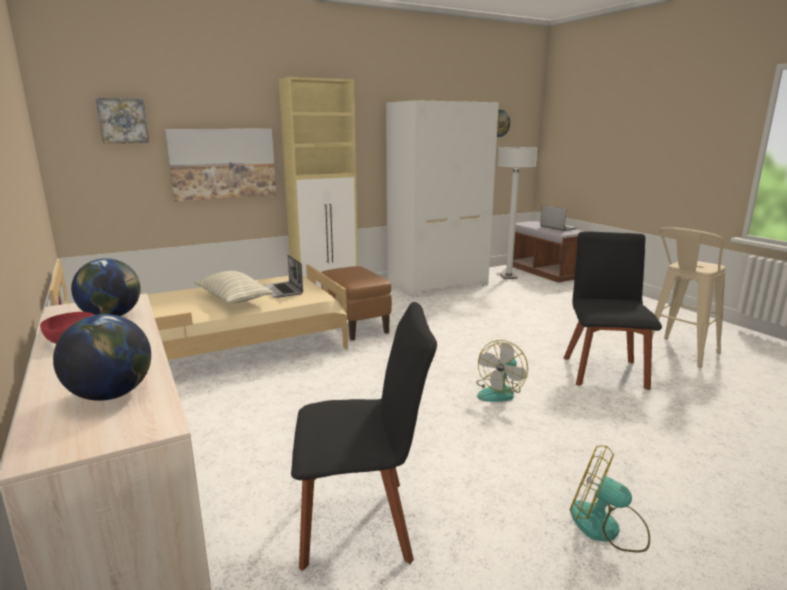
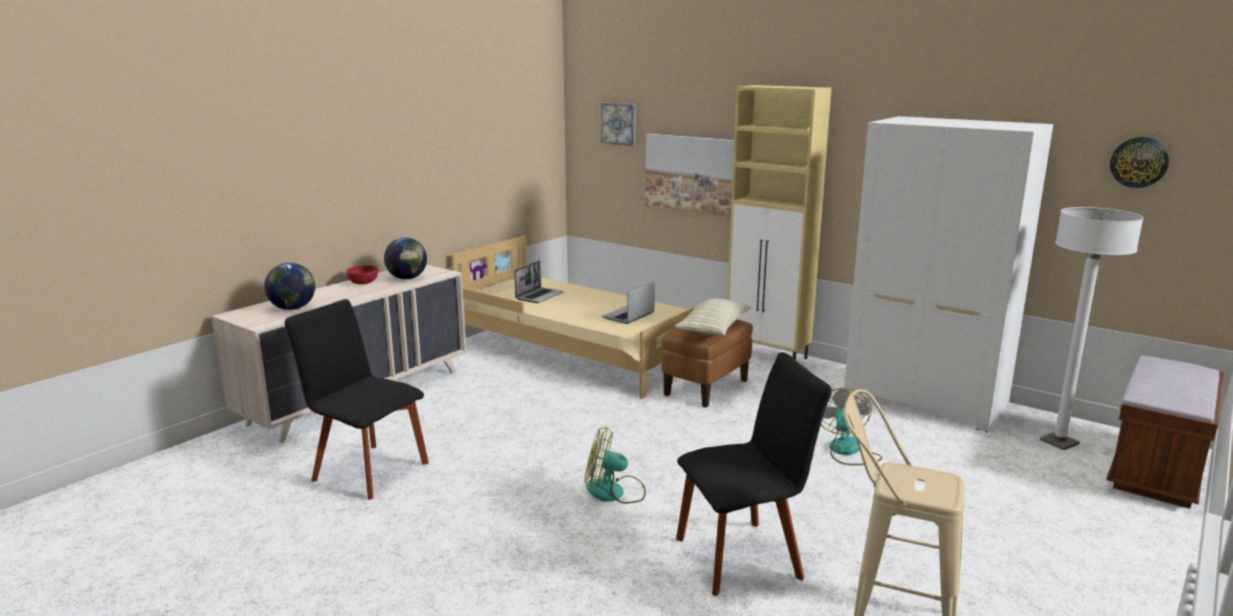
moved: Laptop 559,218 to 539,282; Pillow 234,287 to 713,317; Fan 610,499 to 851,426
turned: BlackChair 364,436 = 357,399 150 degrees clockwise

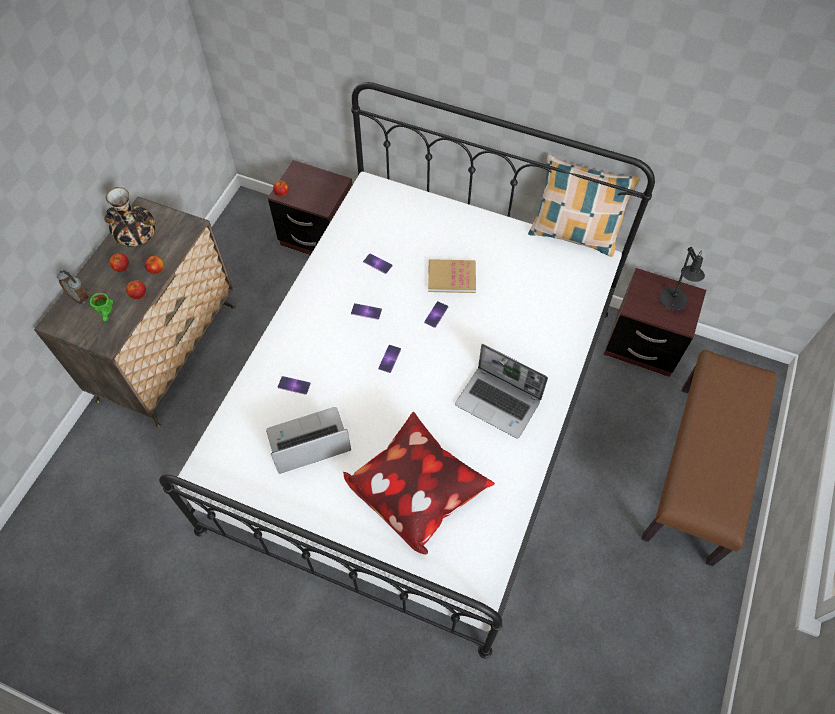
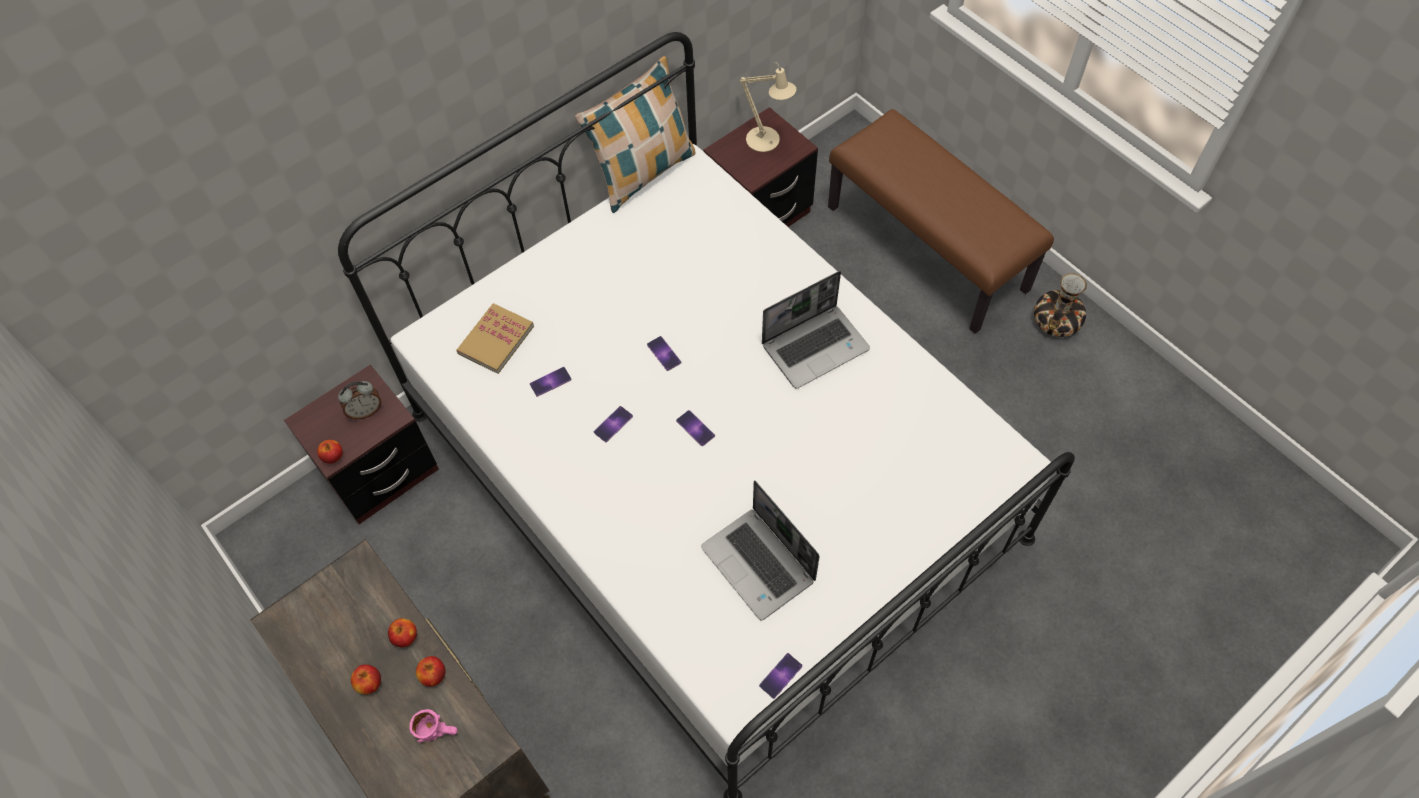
removed: Pillow 419,483
moved: Vase 130,217 to 1060,305; Book 452,276 to 495,338; AlarmClock 72,287 to 360,400; Phone 294,385 to 780,676
recoloured: BlackTableLamp 682,278 to BeigeTableLamp 768,107; GreenMug 101,307 to PinkMug 433,726
turned: Laptop 308,440 = 760,550 45 degrees counterclockwise

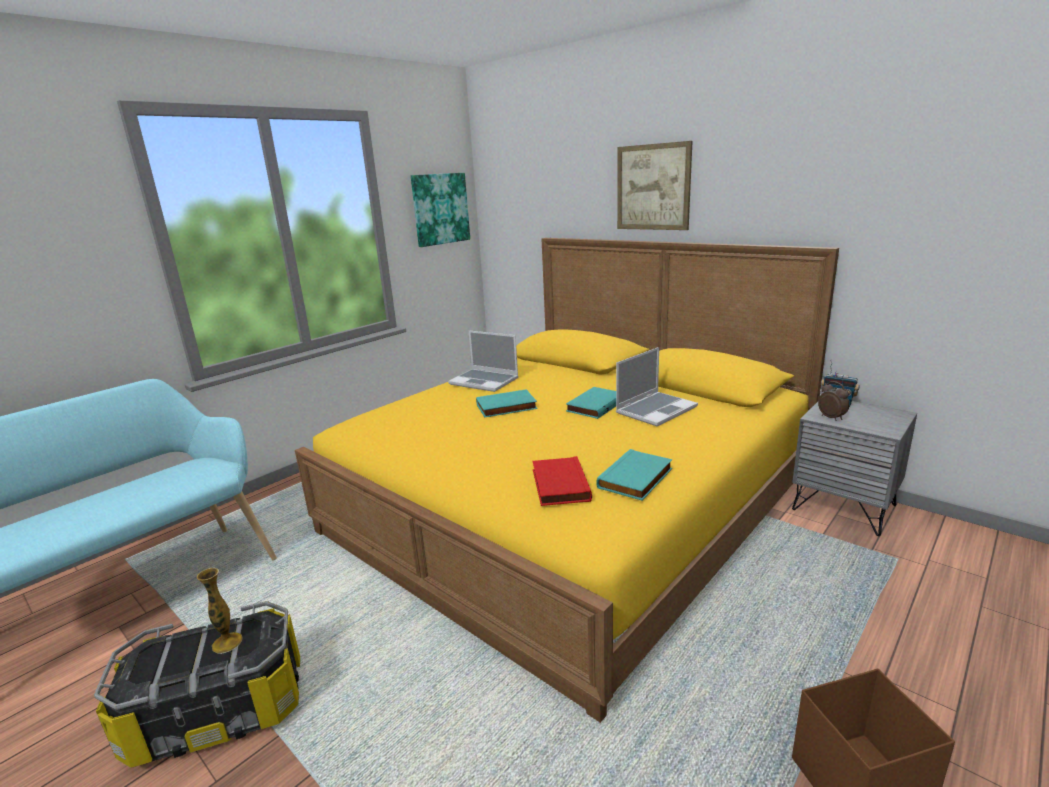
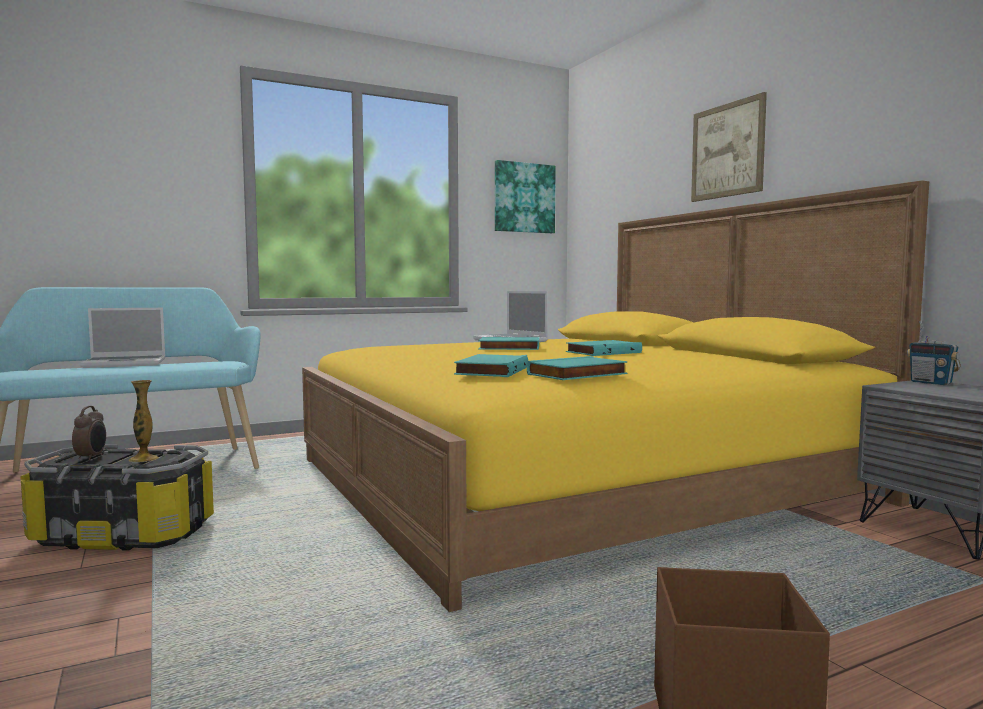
moved: Laptop 657,386 to 123,338; AlarmClock 833,401 to 89,433
recoloured: RedBook 562,481 to TurquoiseBook 491,365

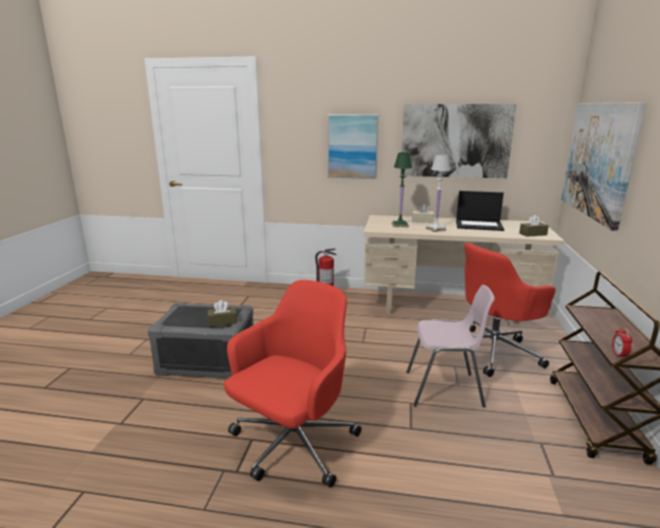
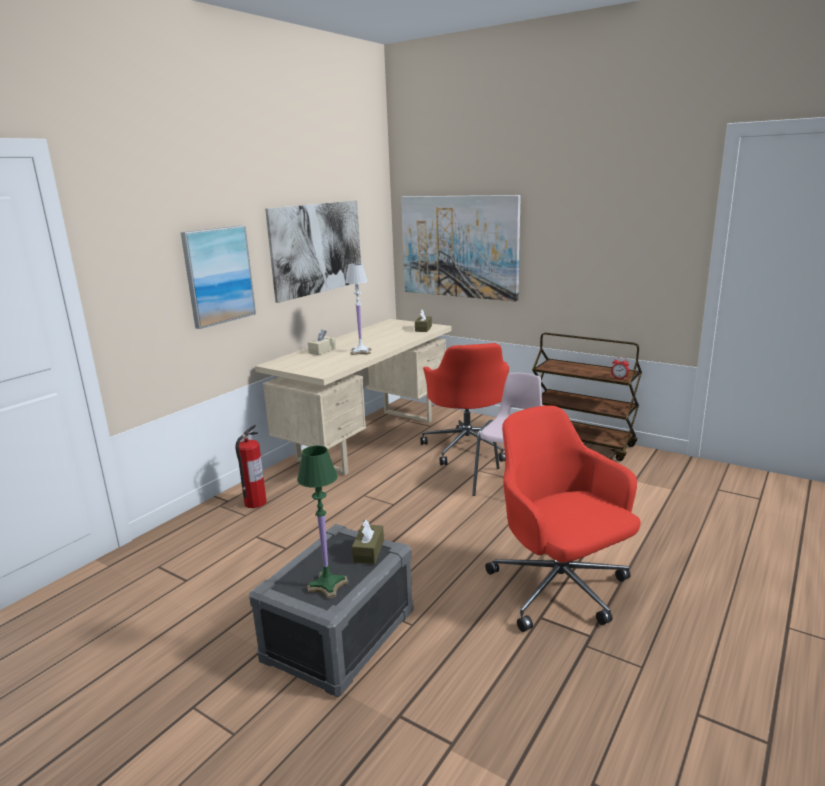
removed: Laptop 480,211
moved: GreenTableLamp 402,190 to 322,522

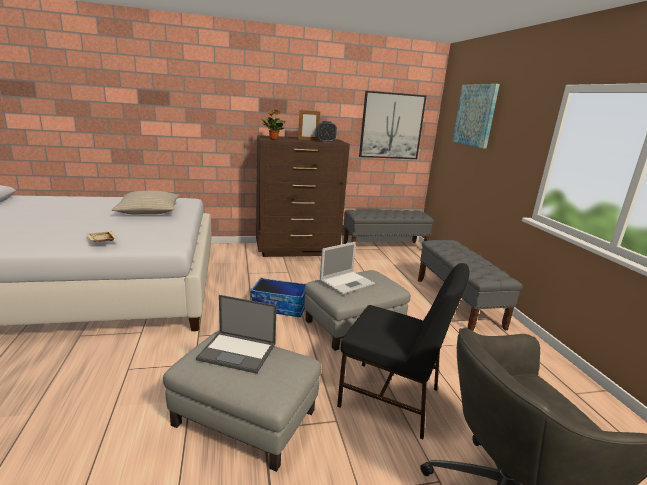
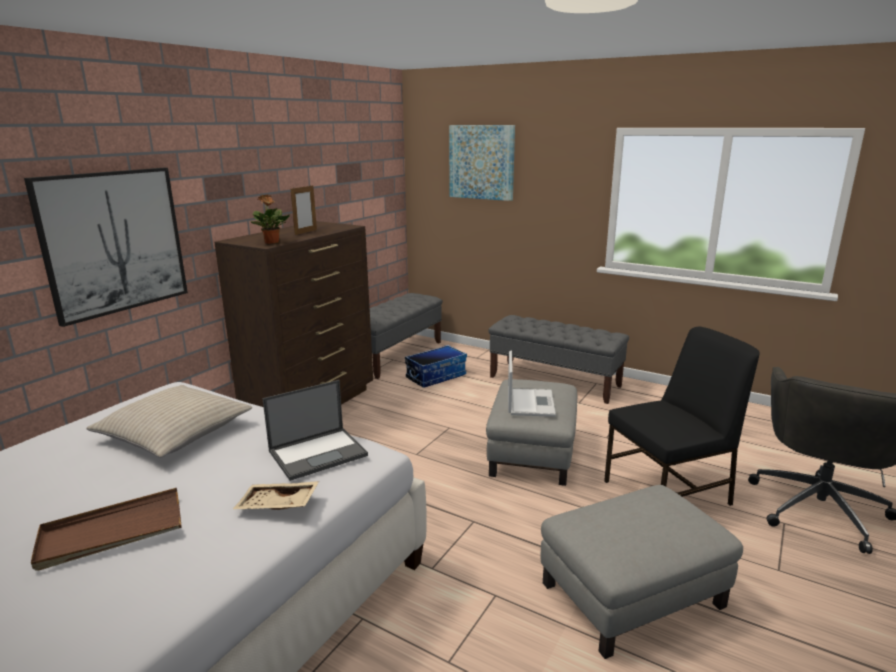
removed: AlarmClock 326,132
added: BrownTray 106,529
moved: Picture 392,125 to 106,247; StorageBox 278,297 to 436,366; Laptop 236,334 to 315,430

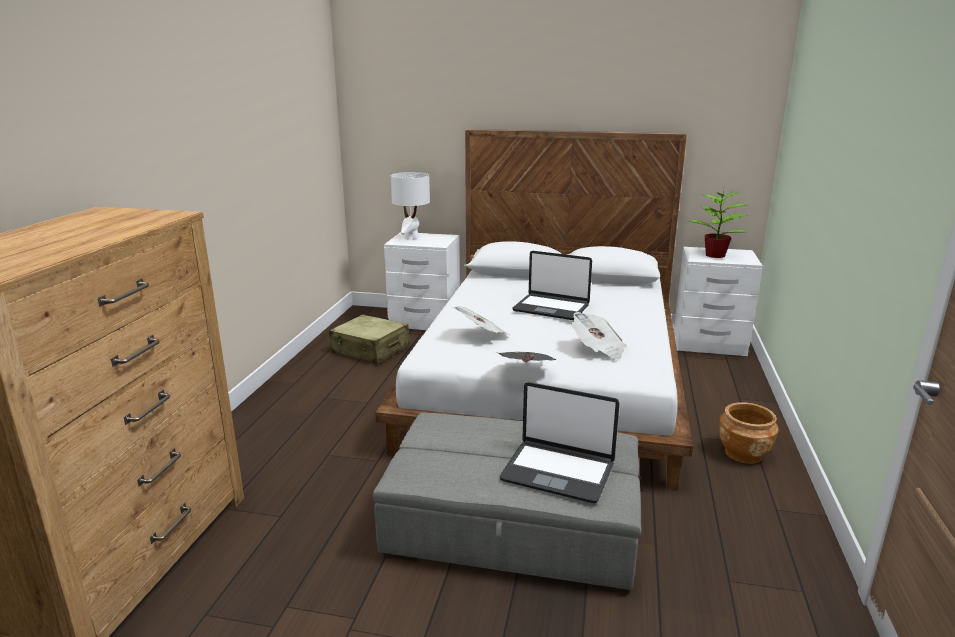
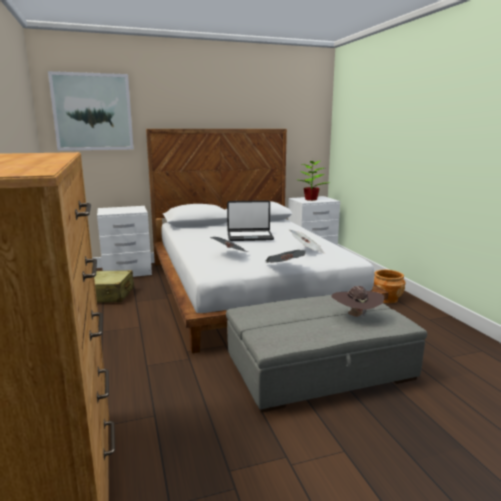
removed: WhiteTableLamp 410,205
added: Picture 91,111
replaced: Laptop 559,442 to BrownHat 358,302

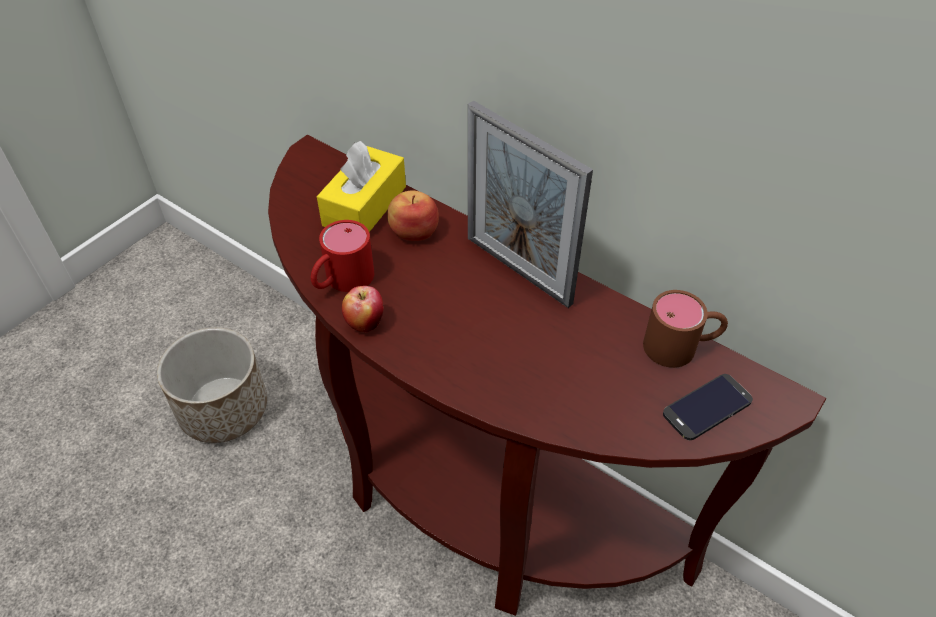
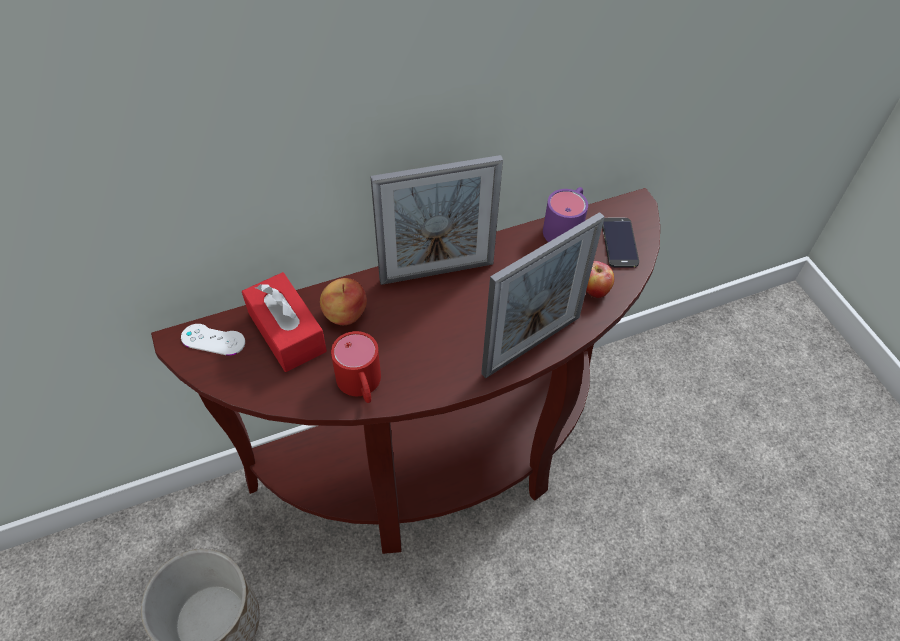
added: PictureFrame 543,295; WhiteGameController 213,340
moved: Apple 362,309 to 600,279
recoloured: YellowTissueBox 361,186 to RedTissueBox 284,322; BrownMug 685,329 to PurpleMug 565,214

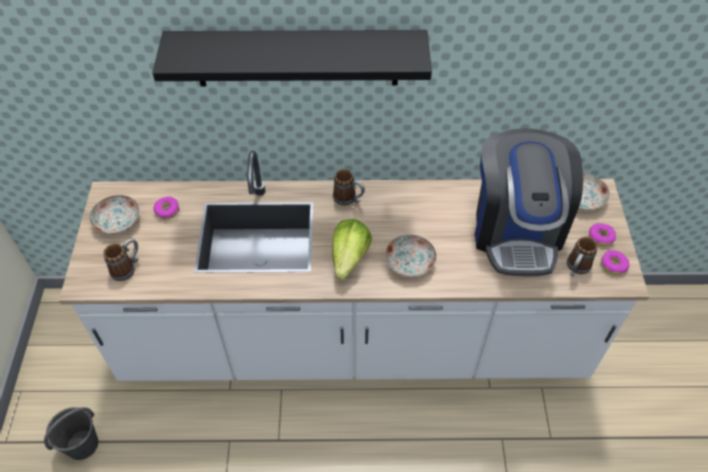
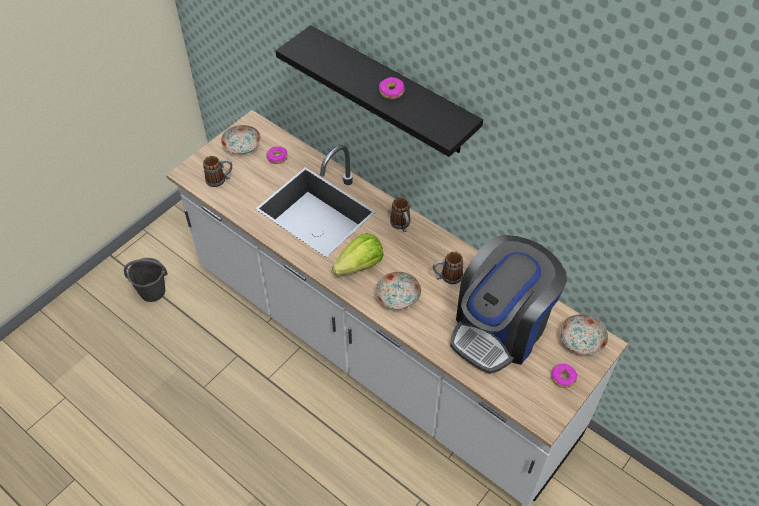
moved: Mug 582,256 to 448,267; Donut 615,262 to 392,88

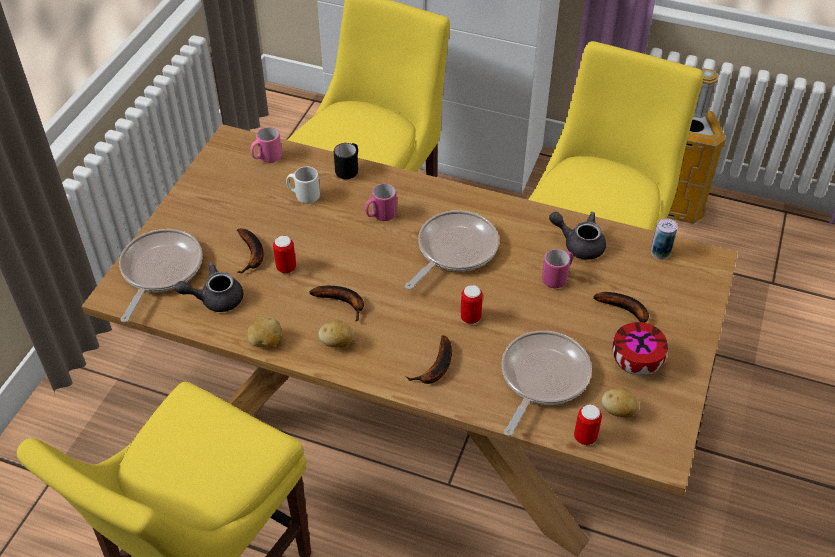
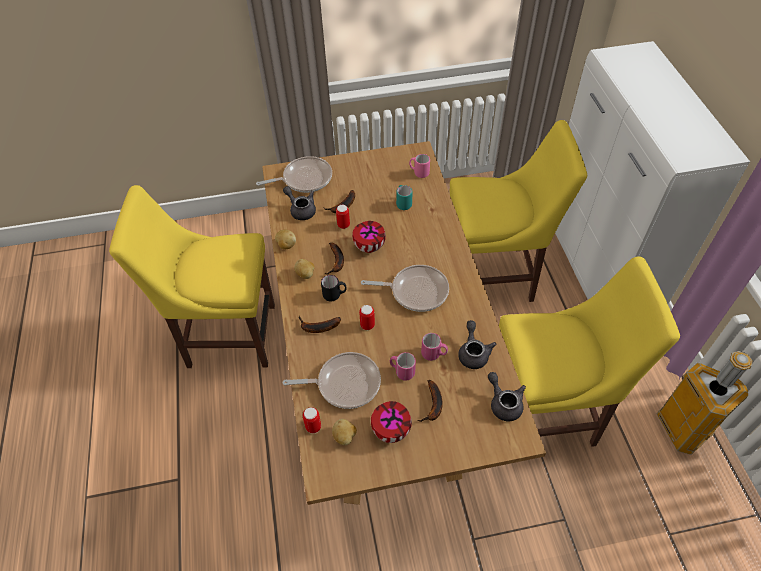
added: Bowl 369,237
moved: BlackMug 346,161 to 334,288; PinkMug 381,202 to 403,366
replaced: Can 664,238 to GreyTeapot 507,396
recoloured: WhiteMug 303,185 to TurquoiseMug 404,197

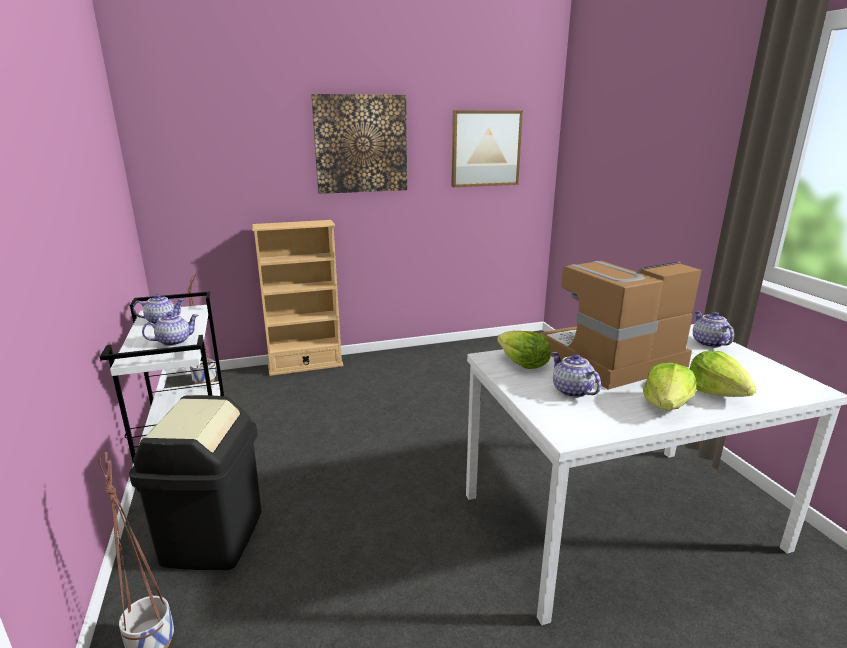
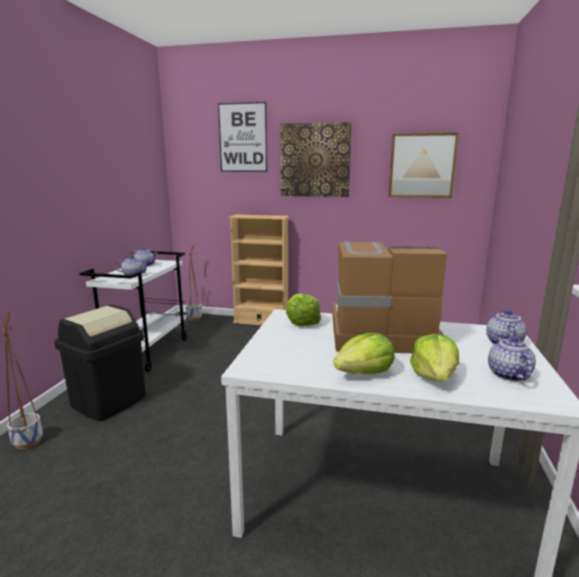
added: Picture 242,137
moved: Teapot 576,375 to 512,357

